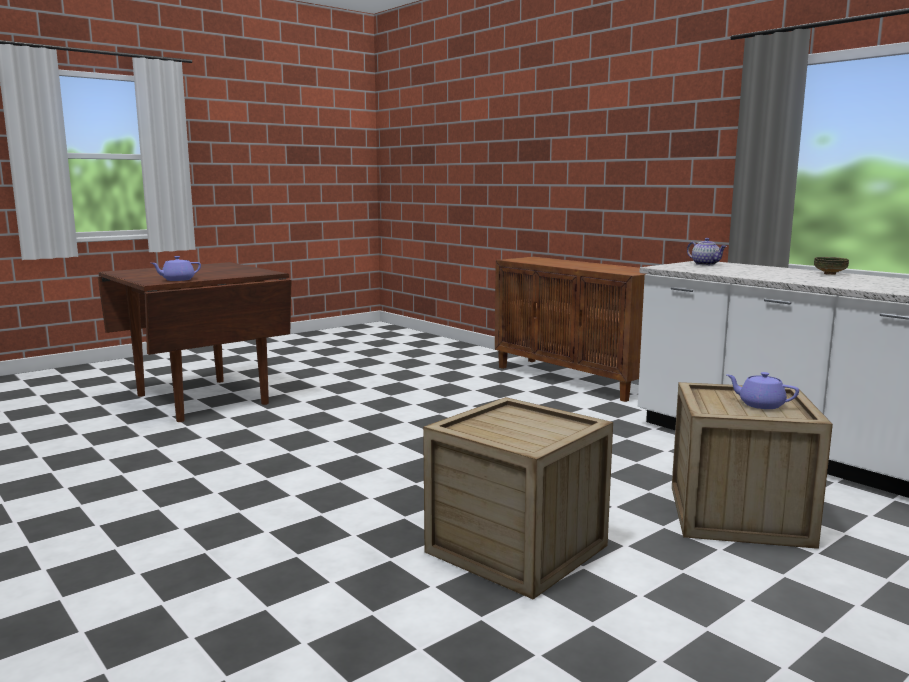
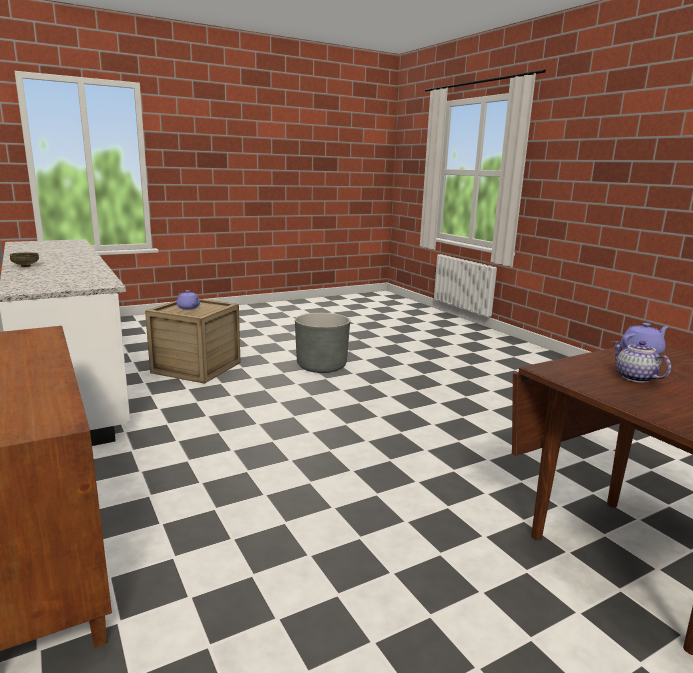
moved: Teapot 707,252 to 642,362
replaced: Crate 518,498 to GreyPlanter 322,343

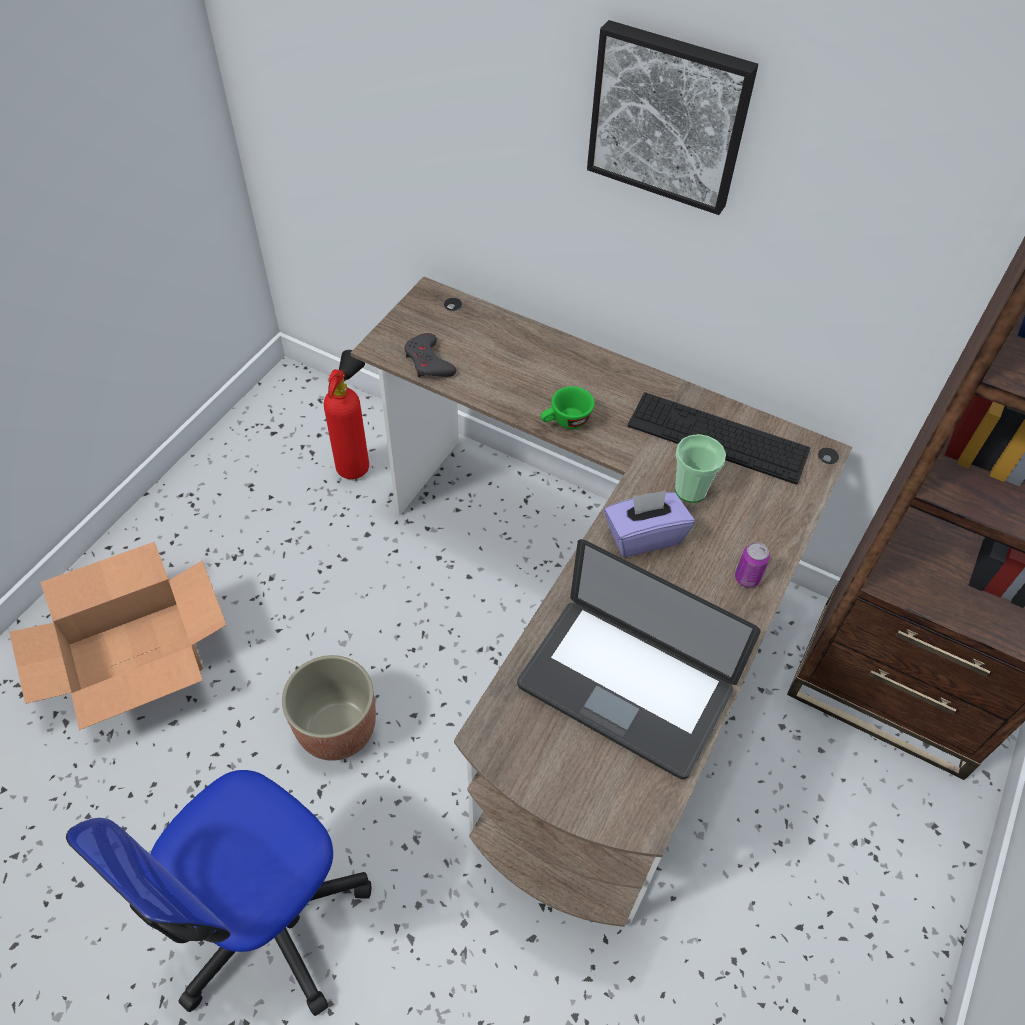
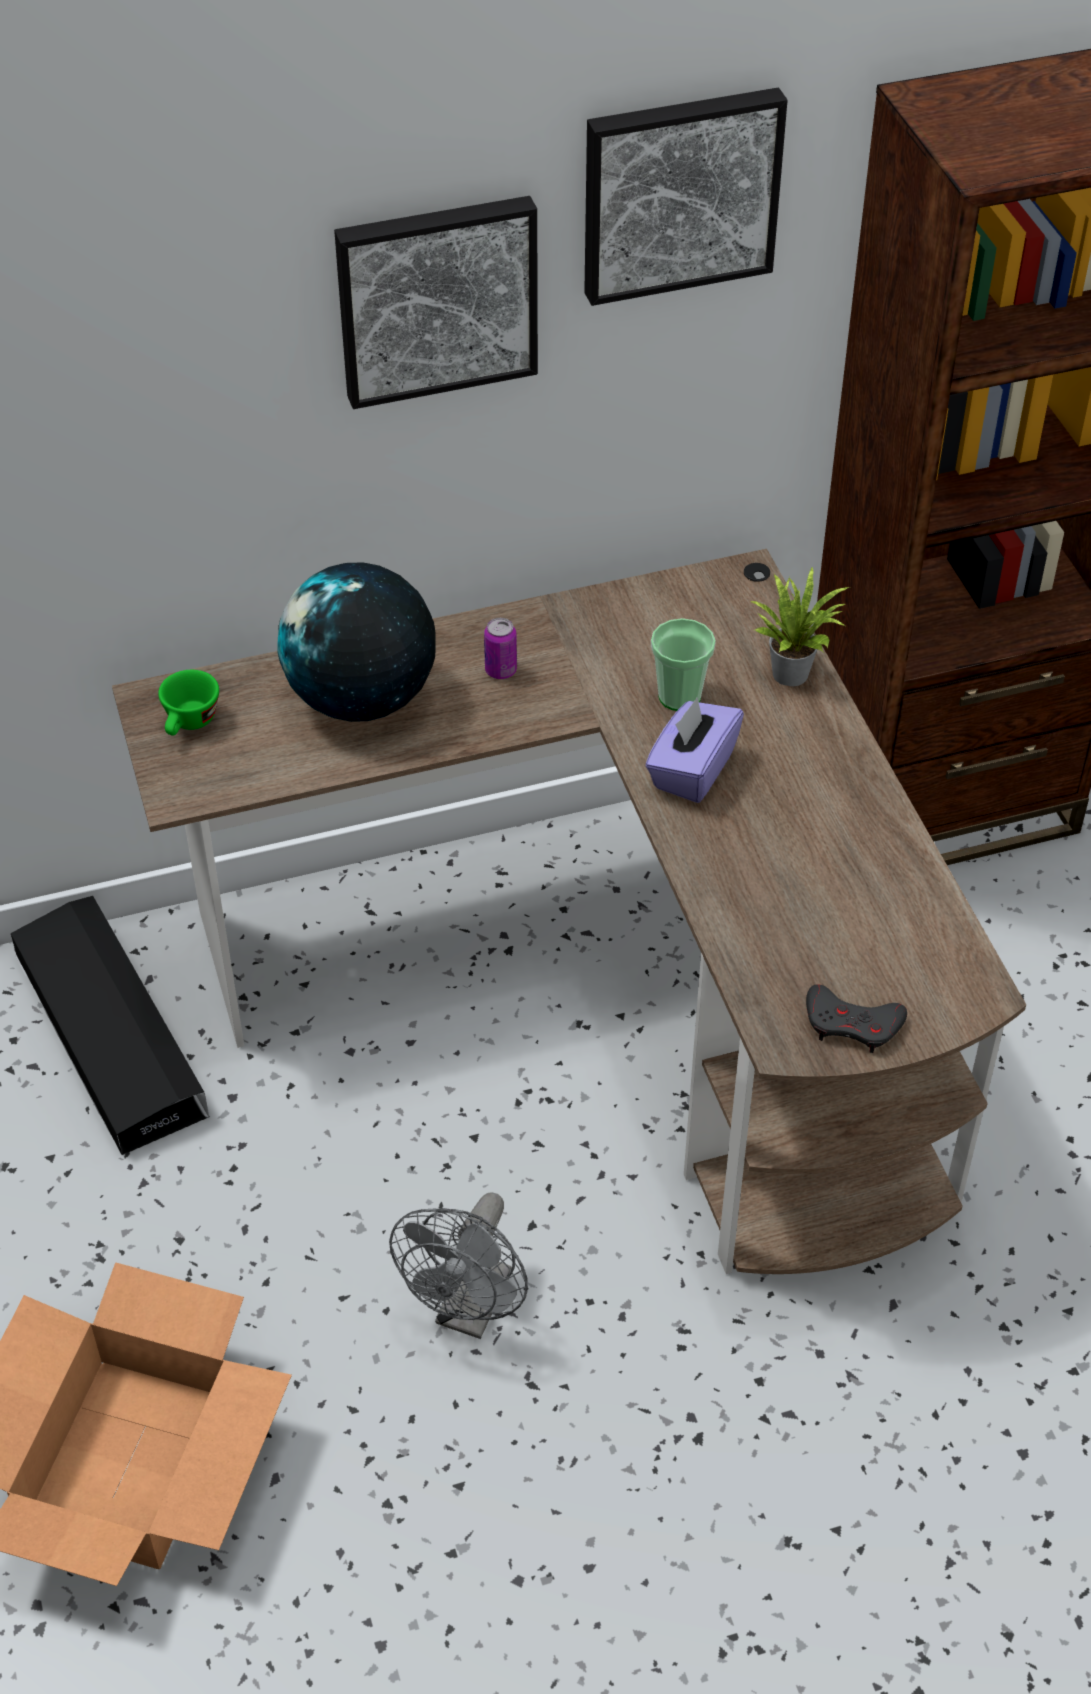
removed: Keyboard 719,438; Laptop 638,659; OfficeChair 218,893
added: Picture 686,197; Globe 357,642; PottedPlant 799,626
moved: GreyGameController 430,355 to 856,1018; GreenCup 567,407 to 188,703; Can 752,565 to 500,648
replaced: FireExtinguisher 346,414 to BlackStorageBox 110,1025; Planter 329,708 to GreyFan 458,1265

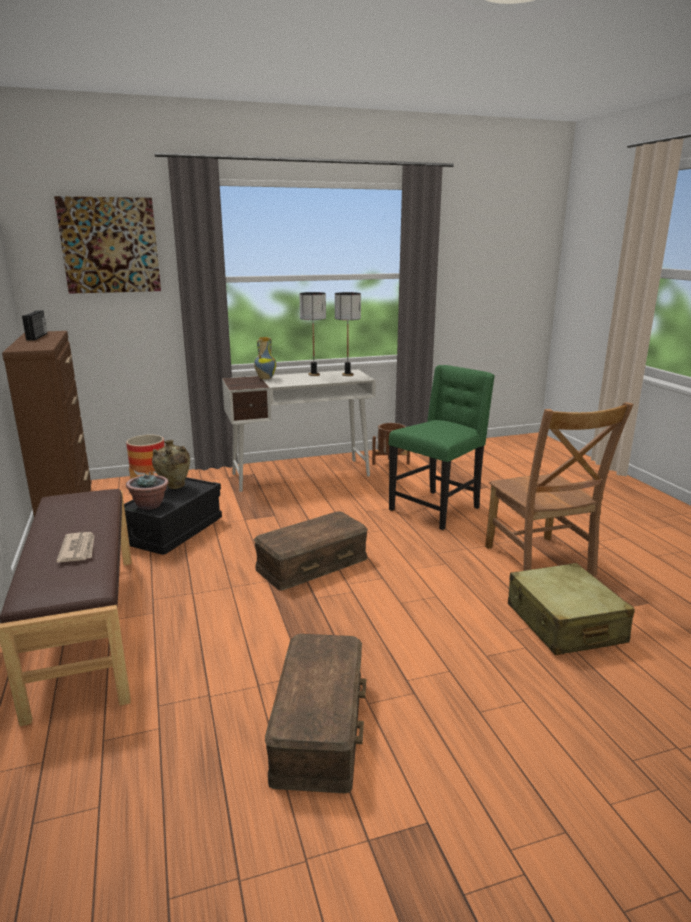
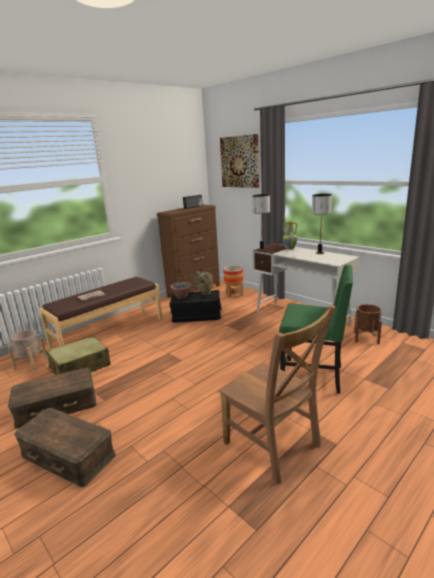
added: BeigePlanter 28,350
moved: TableLamp 348,334 to 261,222; BrownStorageBox 310,551 to 64,447; BeigeSuitcase 571,609 to 78,355
turned: BrownChair 559,489 = 277,394 90 degrees counterclockwise

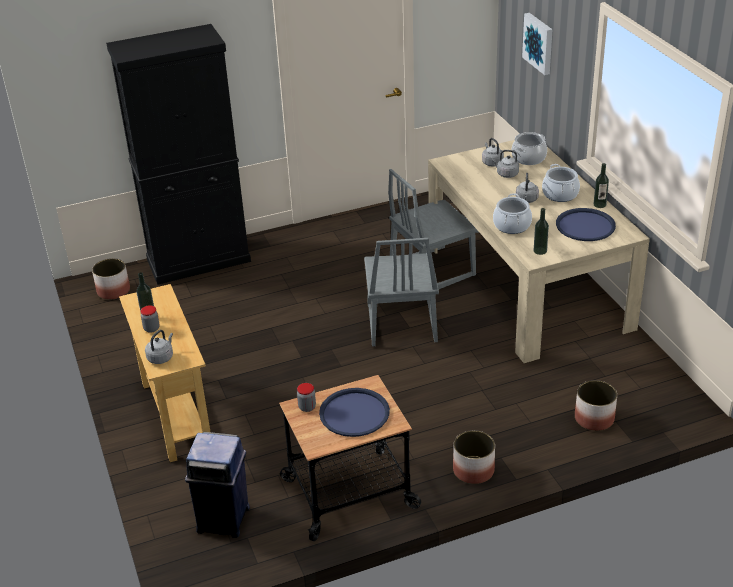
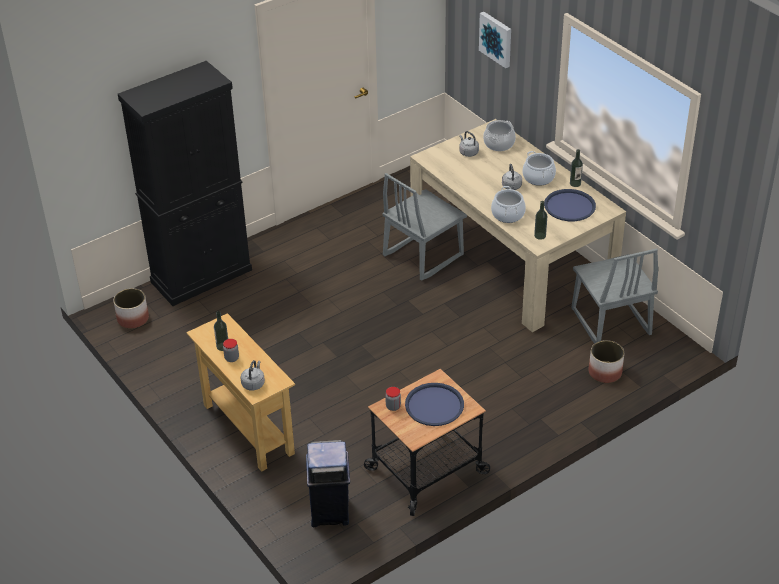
removed: GreyKettle 505,164; Planter 474,457
moved: GreyChair 401,292 to 615,296

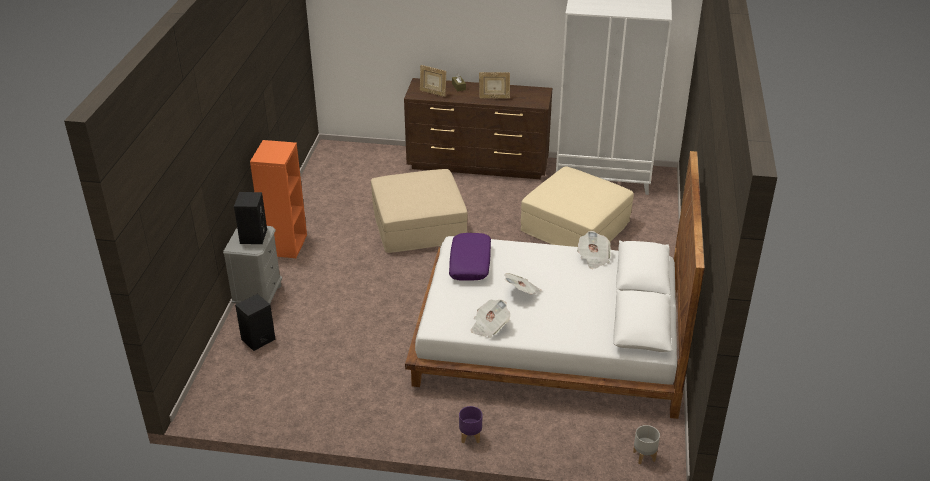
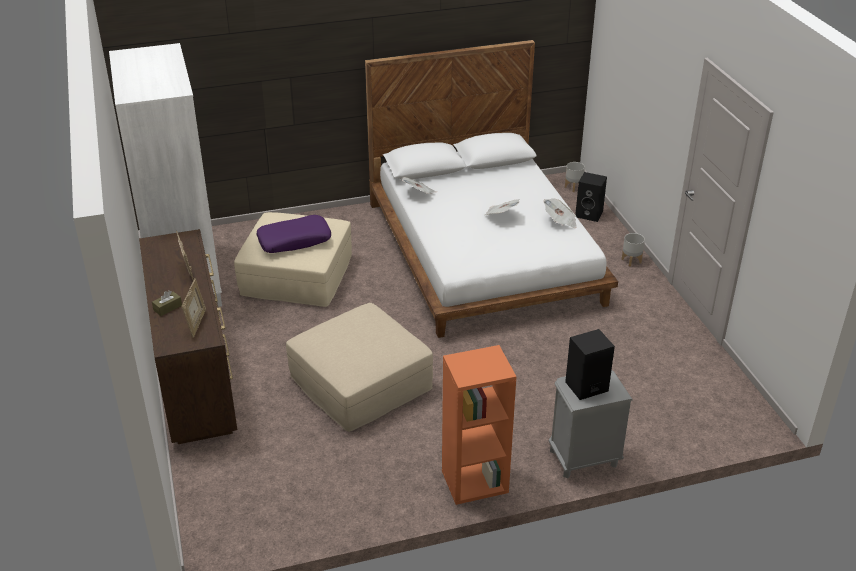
moved: PurplePillow 470,257 to 293,234; BlackSpeaker 255,322 to 591,197
recoloured: PurplePlanter 470,425 to GreyPlanter 633,250

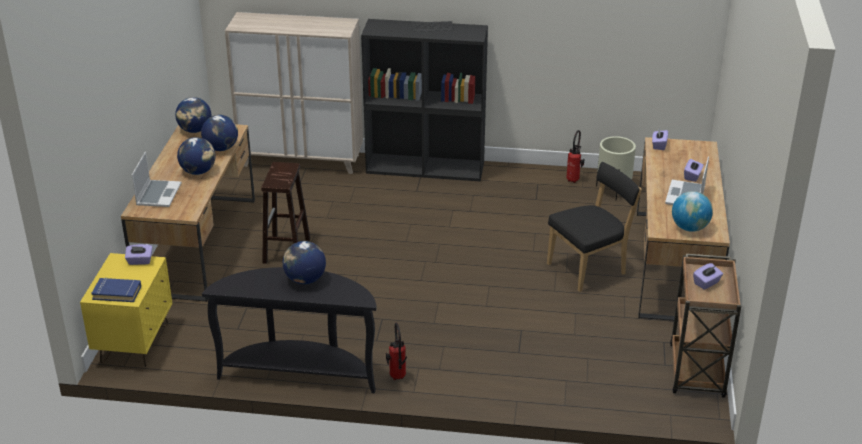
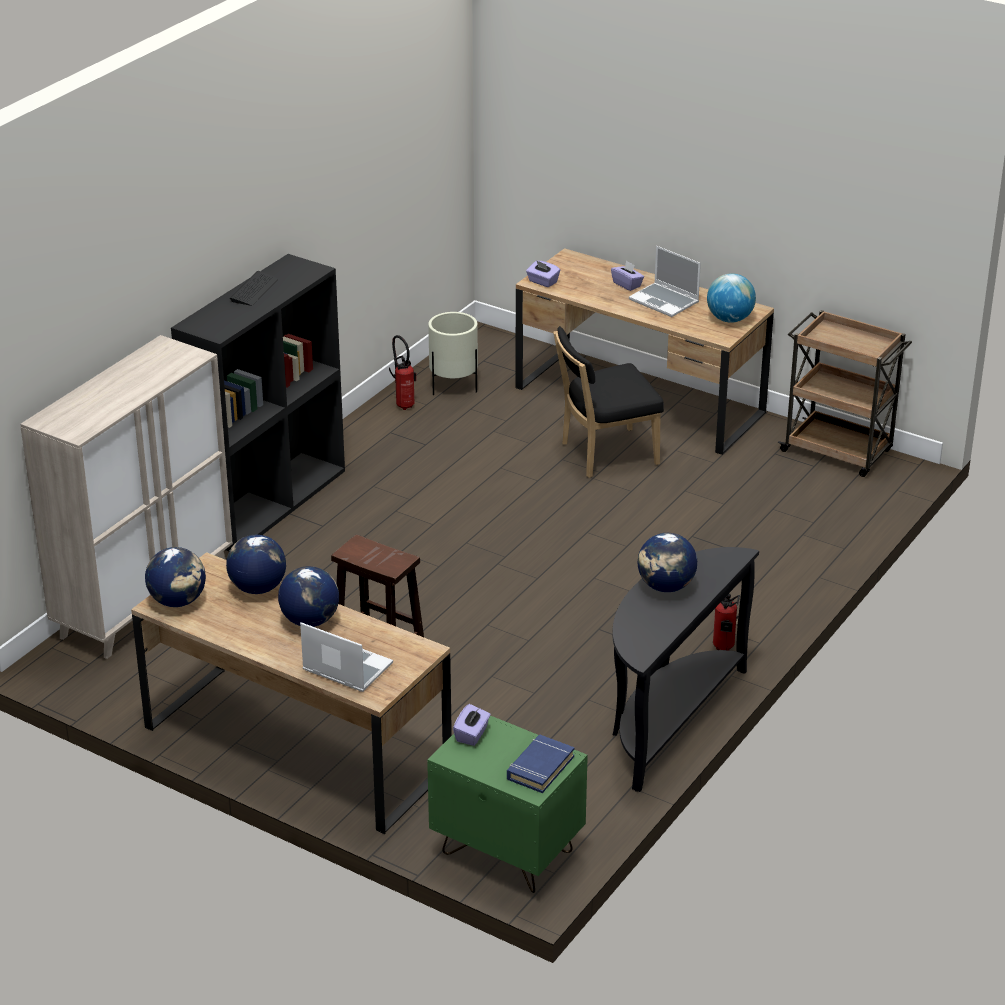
removed: PurpleTissueBox 708,276
recoloured: YellowNightstand 126,310 to GreenNightstand 507,804
turned: BlackChair 594,227 = 609,402 105 degrees counterclockwise

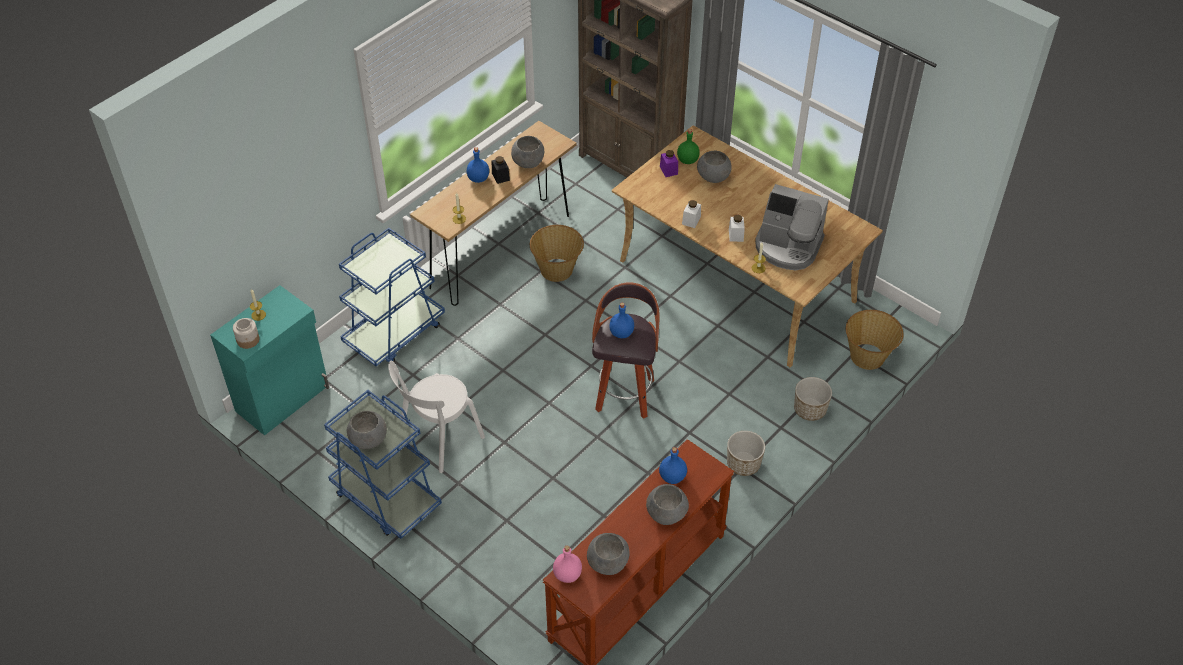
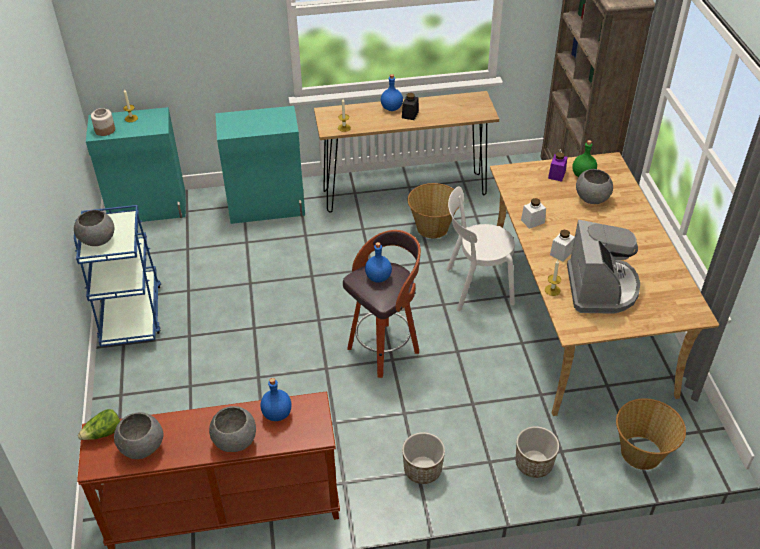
removed: GreyBowl 527,152
moved: WhiteChair 436,416 to 480,248
replaced: BlueCart 392,297 to TurquoiseCabinet 260,165; PinkBottle 567,564 to Lettuce 99,424
turned: CoffeeMachine 792,227 = 603,267 150 degrees counterclockwise

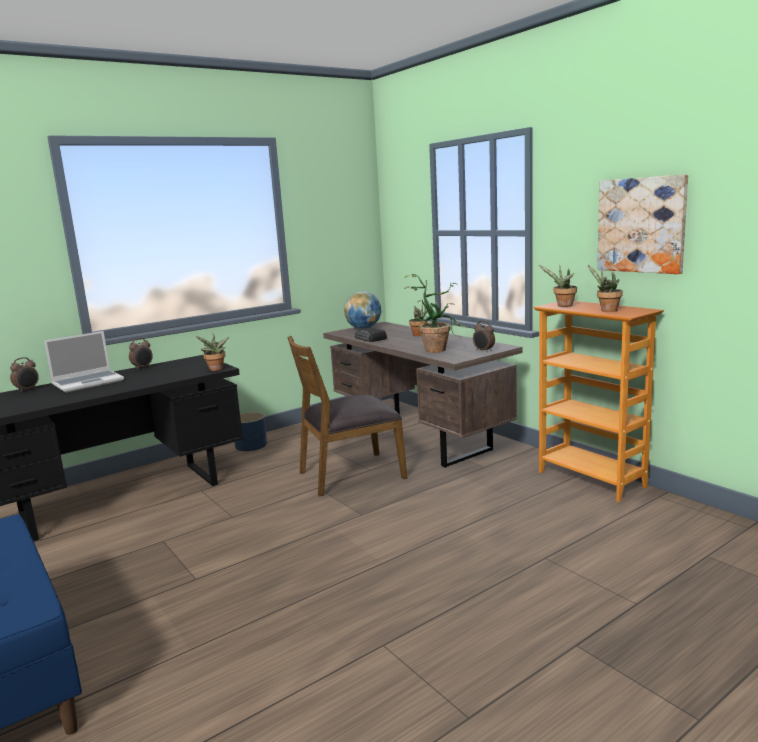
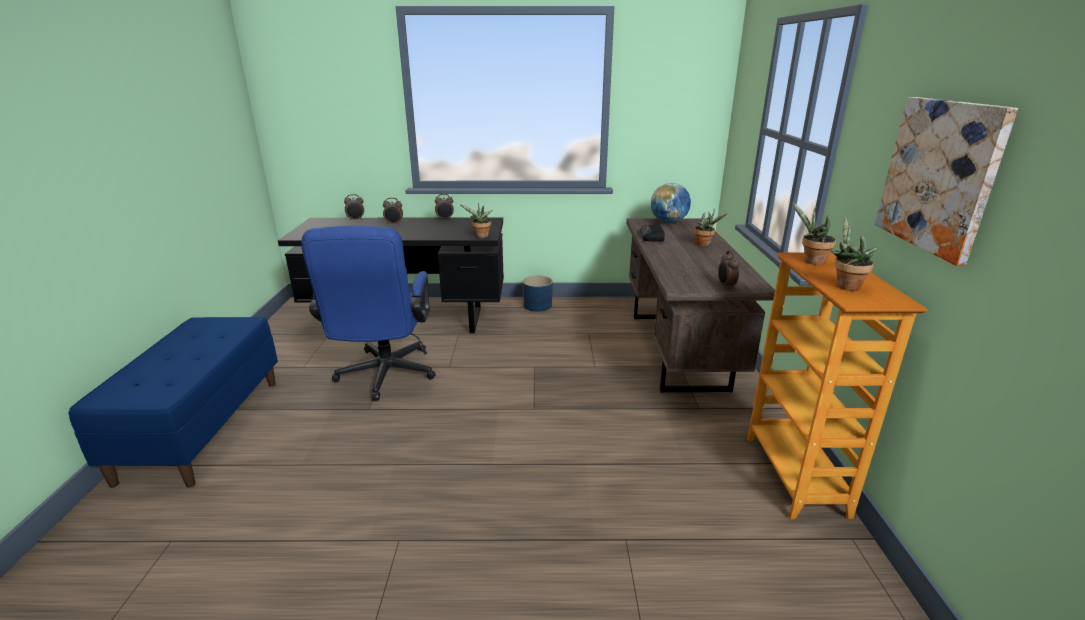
removed: PottedPlant 435,313; BrownChair 347,416
added: BlueOfficeChair 368,313
replaced: Laptop 84,362 to AlarmClock 393,211

